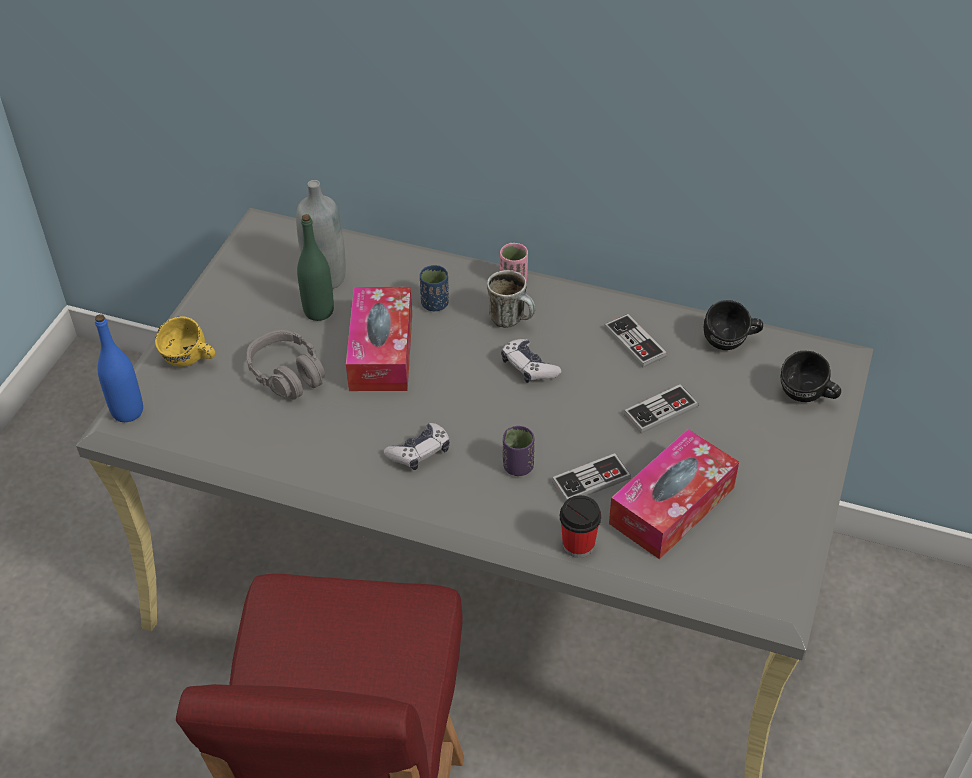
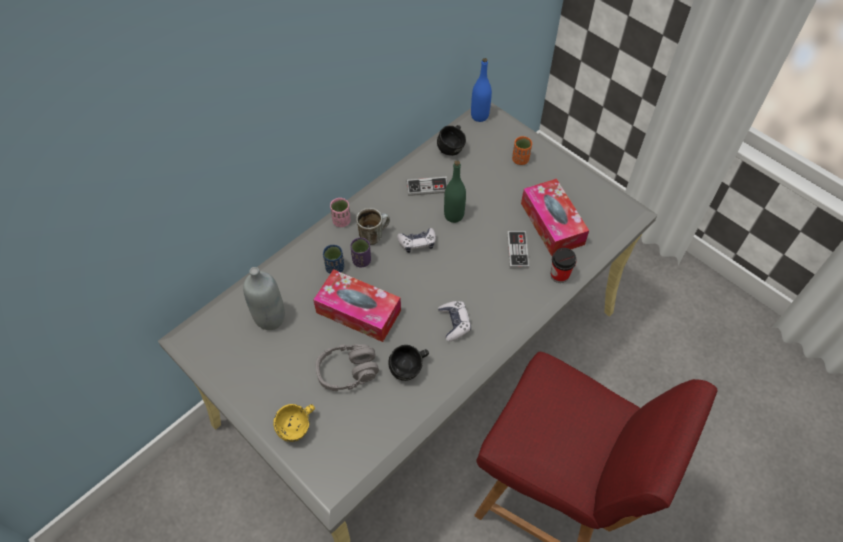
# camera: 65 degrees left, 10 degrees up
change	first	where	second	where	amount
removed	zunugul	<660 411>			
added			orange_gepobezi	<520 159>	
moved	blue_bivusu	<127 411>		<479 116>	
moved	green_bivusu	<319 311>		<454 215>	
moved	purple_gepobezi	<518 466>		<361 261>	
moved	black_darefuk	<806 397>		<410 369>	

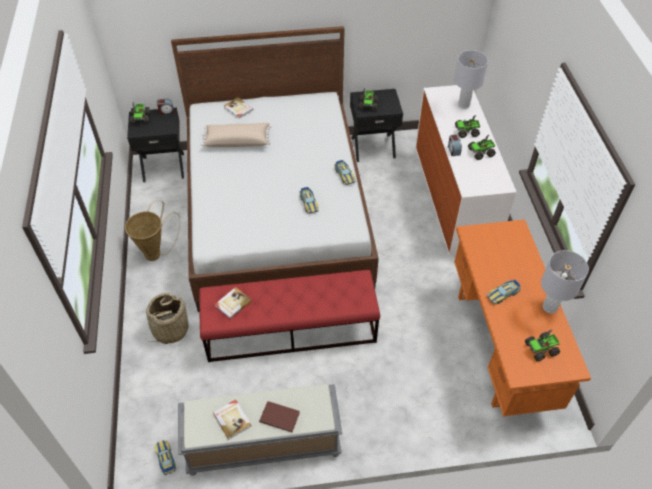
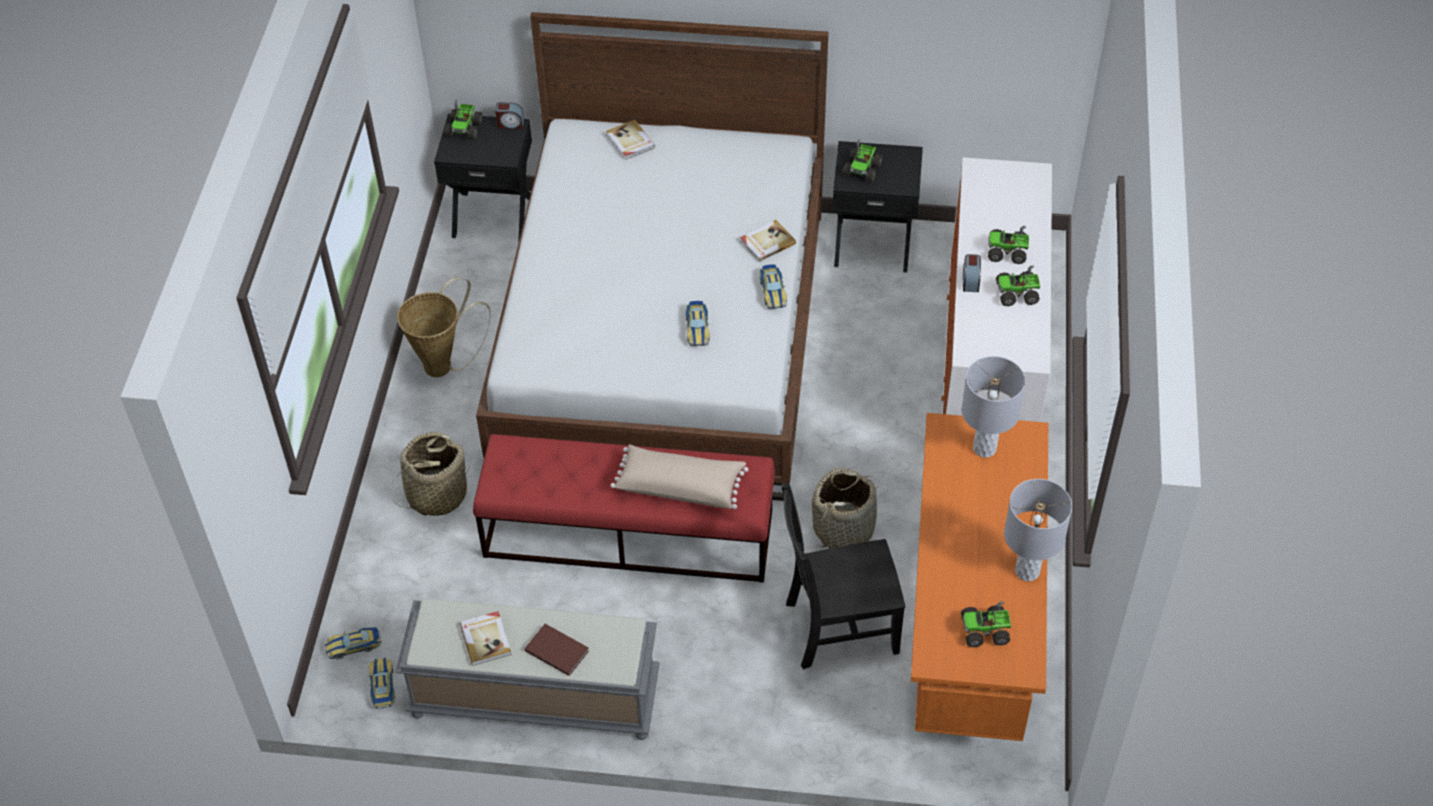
# camera: 15 degrees right, 0 degrees up
change	first	where	second	where	amount
added			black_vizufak	<837 627>	
added			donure	<844 528>	
moved	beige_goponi	<237 141>		<680 485>	
moved	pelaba	<232 303>		<767 242>	
moved	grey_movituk	<464 104>		<985 448>	
moved	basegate	<503 294>		<353 646>	

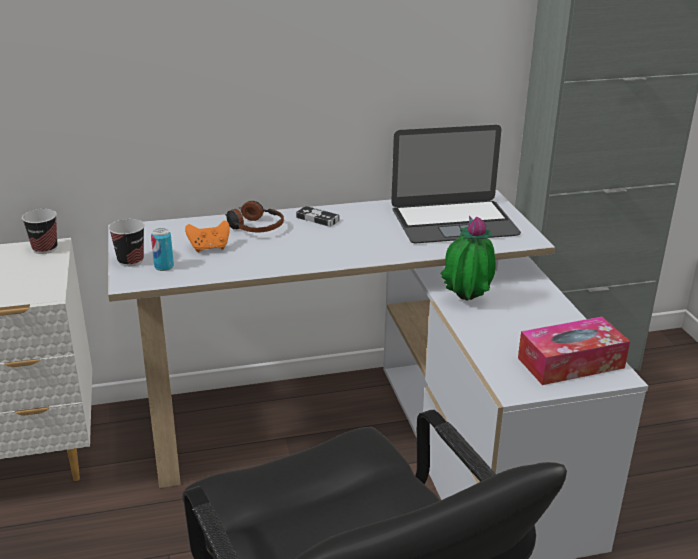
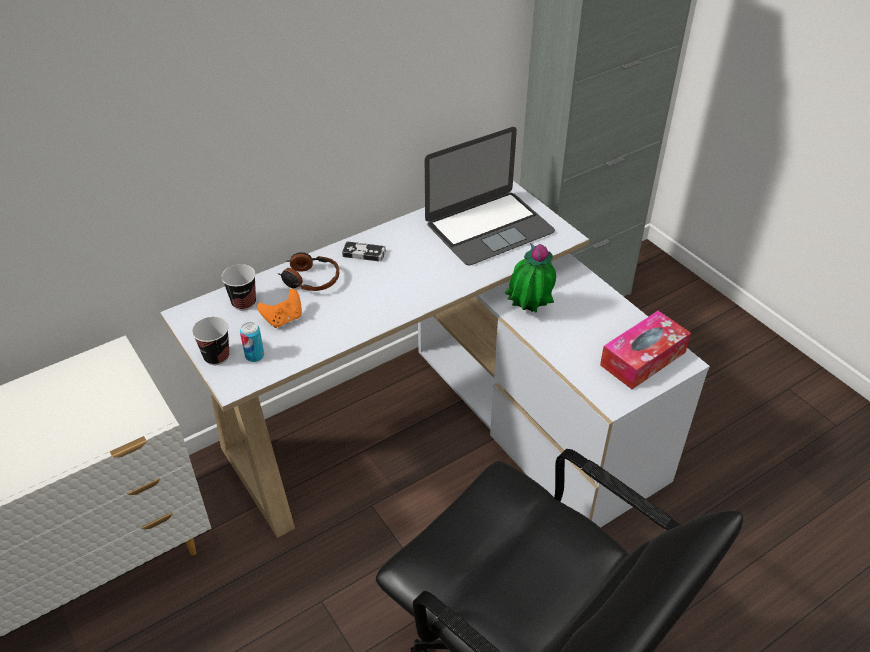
# camera: 20 degrees left, 15 degrees up
change	first	where	second	where	amount
moved	gepobezi	<45 248>		<244 303>	

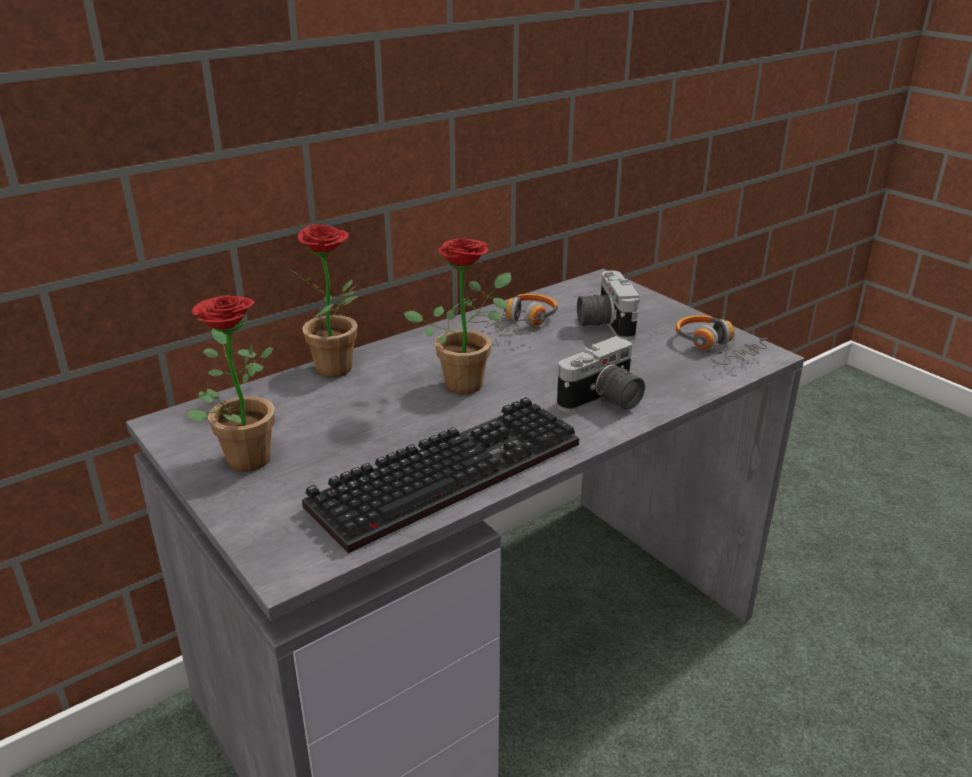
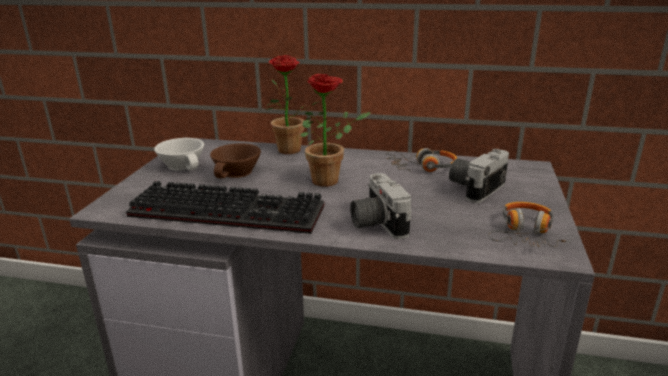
# camera: 50 degrees right, 5 degrees down
change	first	where	second	where	amount
added			brown_gepobezi	<238 173>	
replaced	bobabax	<243 455>	white_gepobezi	<184 165>	
turned	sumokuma	<604 402>		<375 223>	60 degrees clockwise

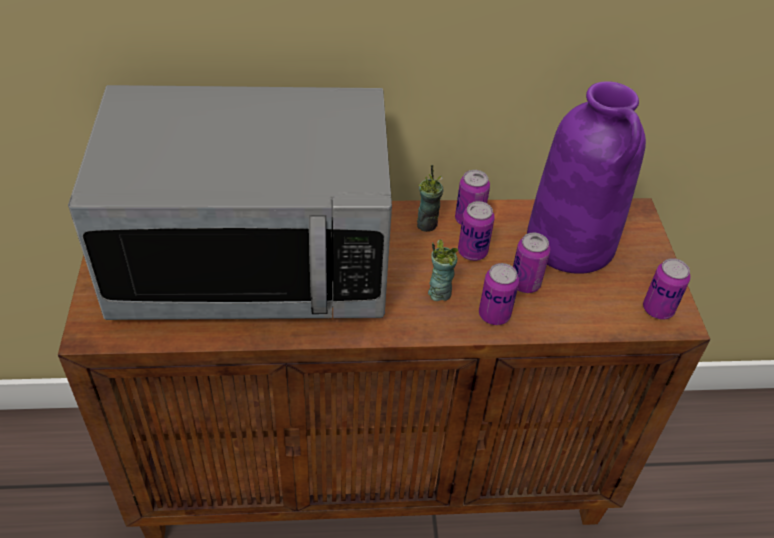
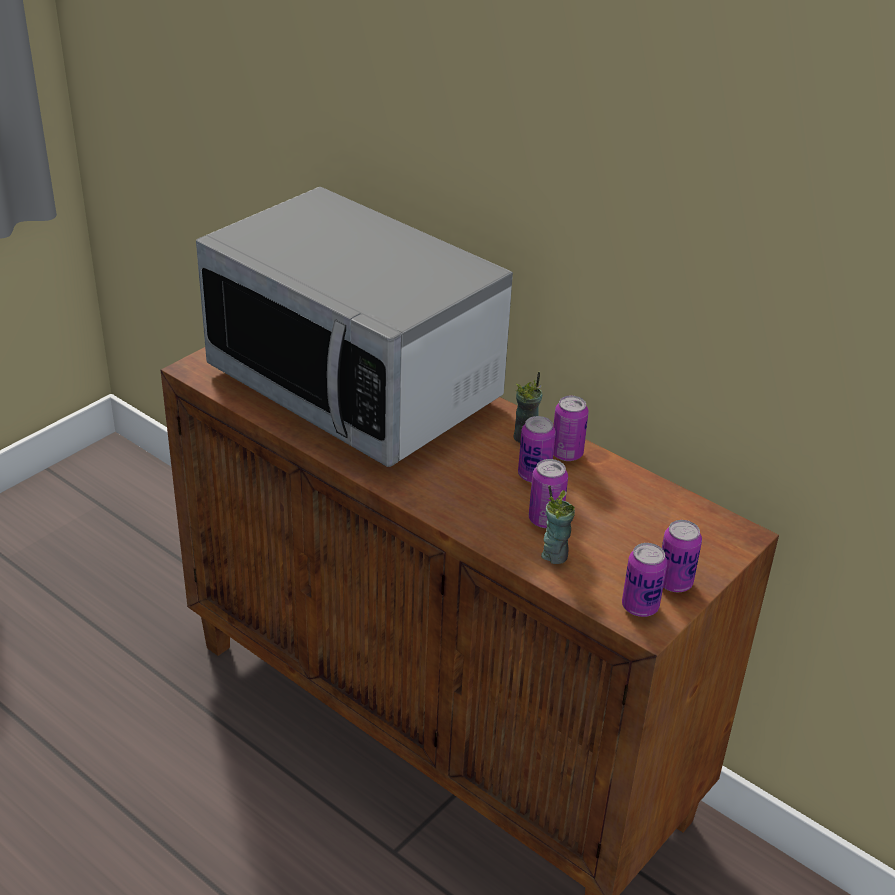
# camera: 45 degrees right, 10 degrees down
change	first	where	second	where	amount
removed	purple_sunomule	<572 243>			
moved	gepobezi	<439 292>		<555 555>	
moved	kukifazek	<494 315>		<674 582>	

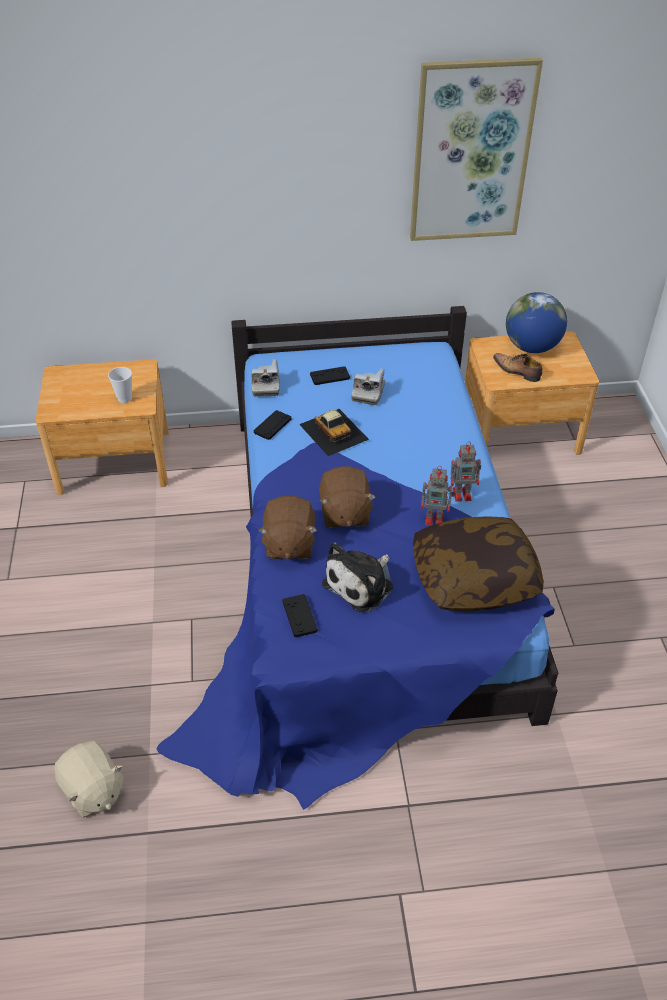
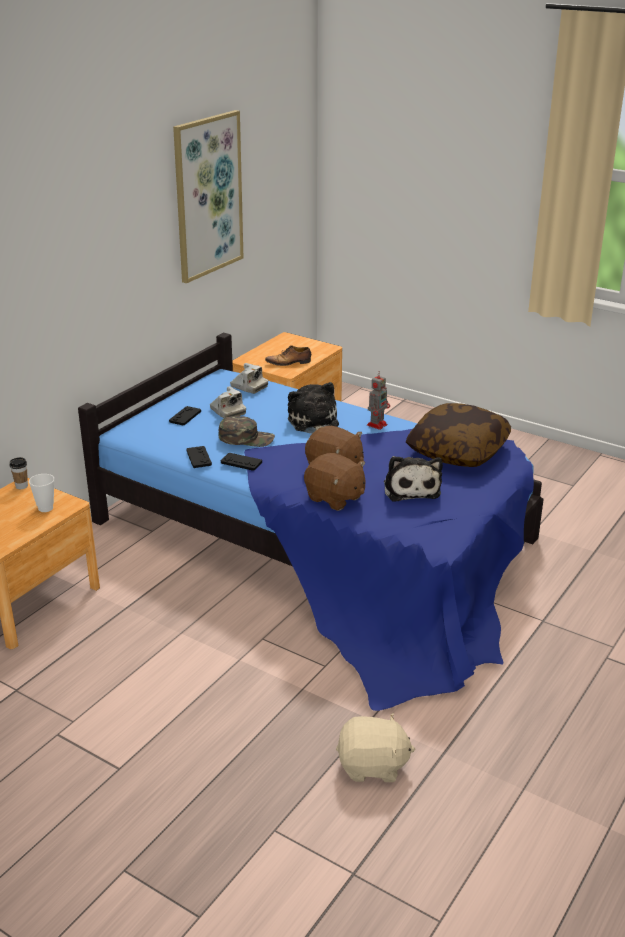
# camera: 50 degrees left, 15 degrees down
change	first	where	second	where	amount
removed	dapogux	<435 519>			
removed	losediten	<532 347>			
added			gepobezi	<21 486>	
added			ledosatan	<314 423>	
moved	sumokuma	<265 386>		<249 387>	
moved	black_zunugul	<299 616>		<241 462>	
replaced	basegate	<333 431>	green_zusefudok	<246 438>	

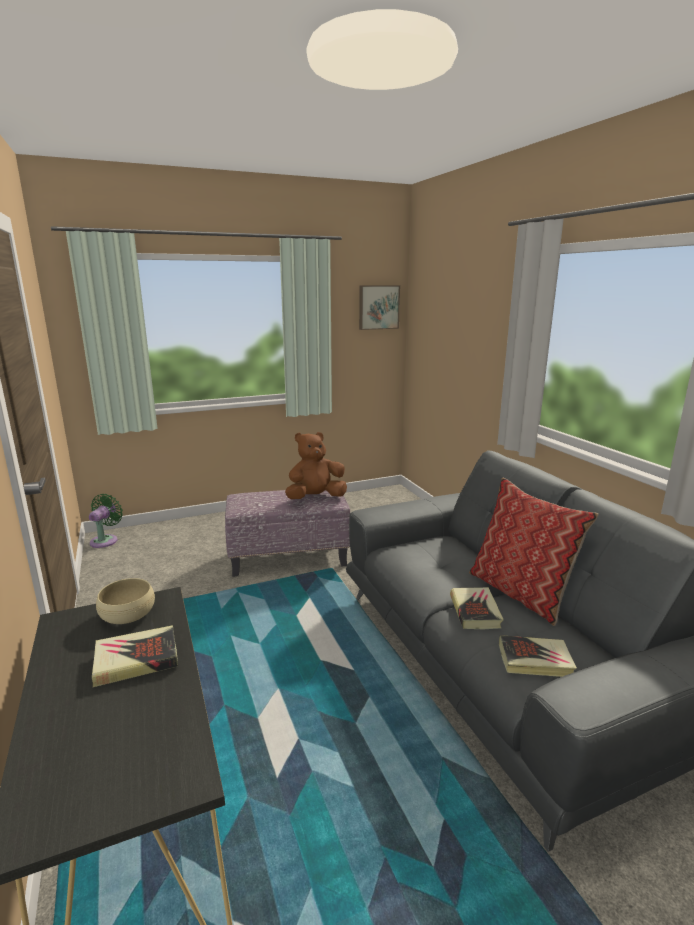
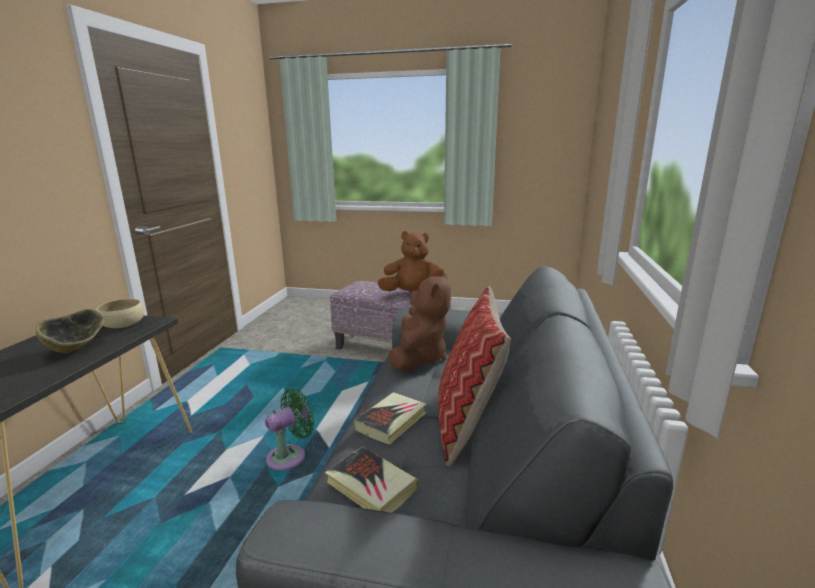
# camera: 35 degrees right, 0 degrees up
change	first	where	second	where	amount
removed	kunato	<378 307>			
added			brown_ledosatan	<419 357>	
moved	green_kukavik	<106 540>		<290 456>	
replaced	pelaba	<136 660>	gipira	<76 349>	

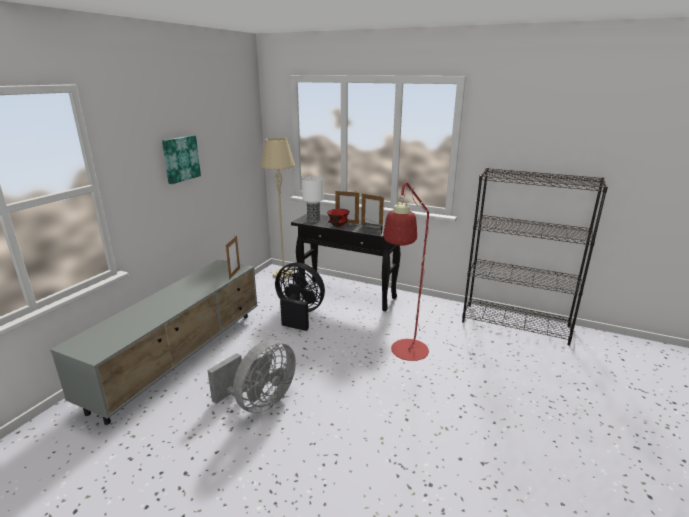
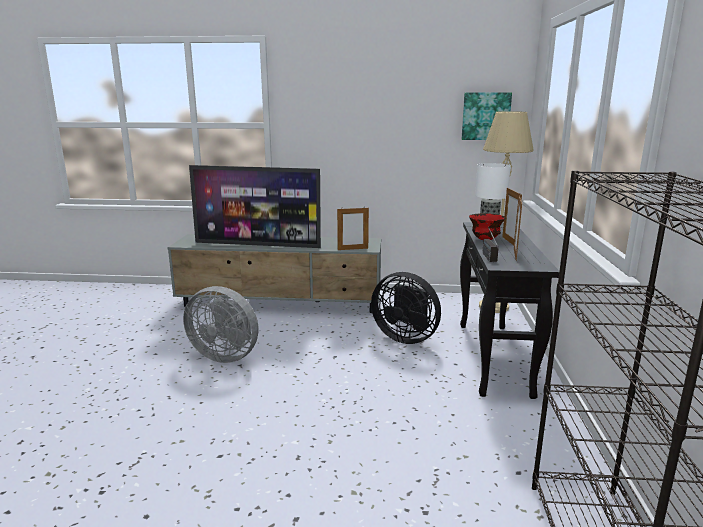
# camera: 70 degrees right, 5 degrees down
change	first	where	second	where	amount
removed	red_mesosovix	<407 355>			
added			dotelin	<258 245>	
moved	kunato	<180 159>		<485 116>	
turned	black_kukavik	<299 314>		<405 337>	120 degrees clockwise

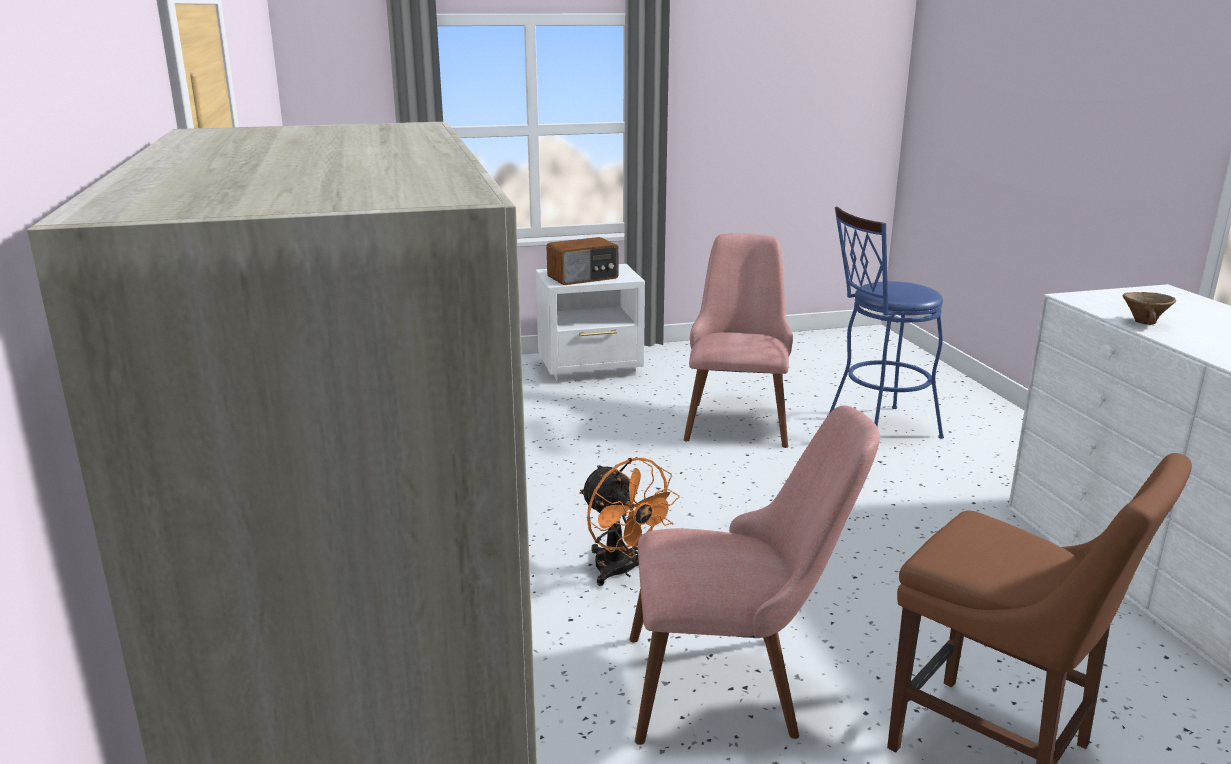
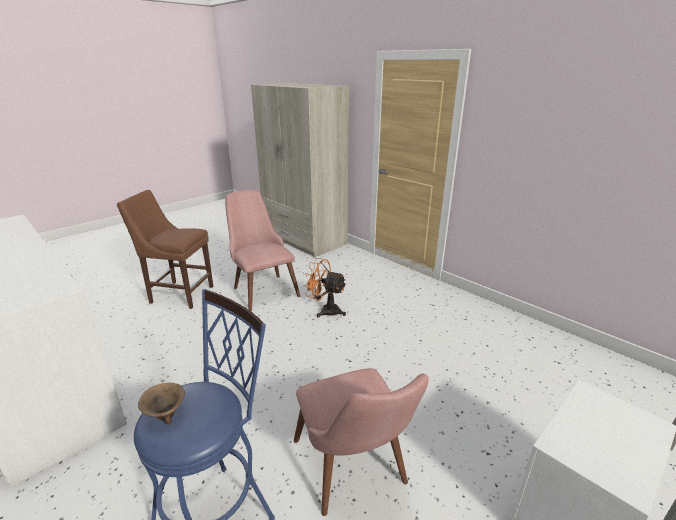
# camera: 150 degrees right, 5 degrees up
change	first	where	second	where	amount
removed	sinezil	<583 277>			
moved	brown_gipira	<1144 323>		<165 414>	
turned	pink_vizufak	<736 684>		<262 288>	90 degrees clockwise

